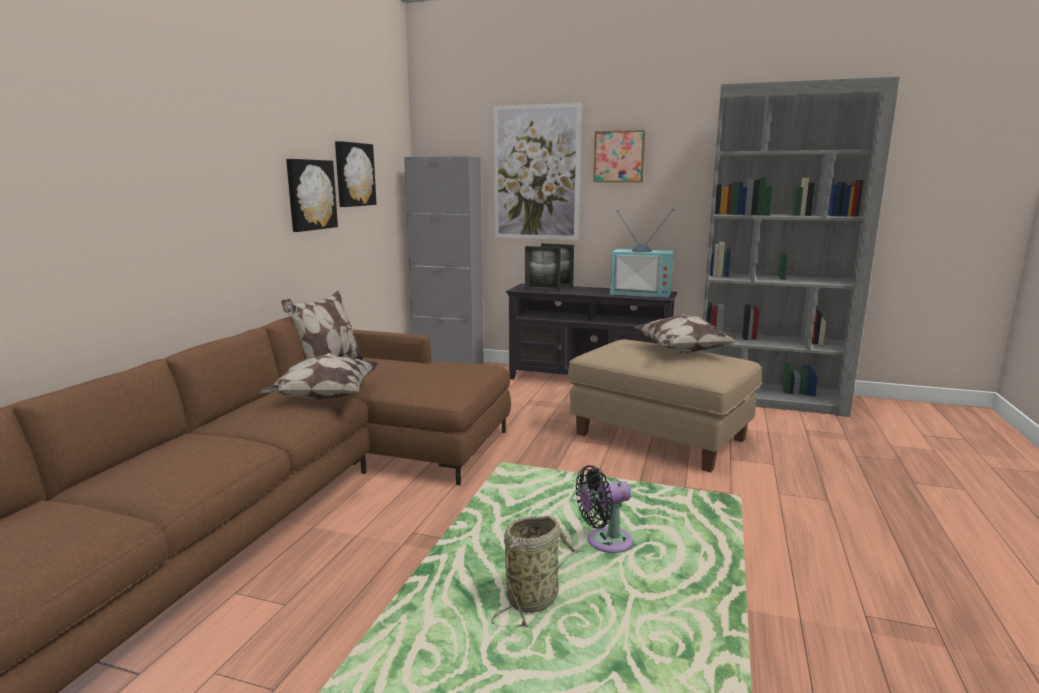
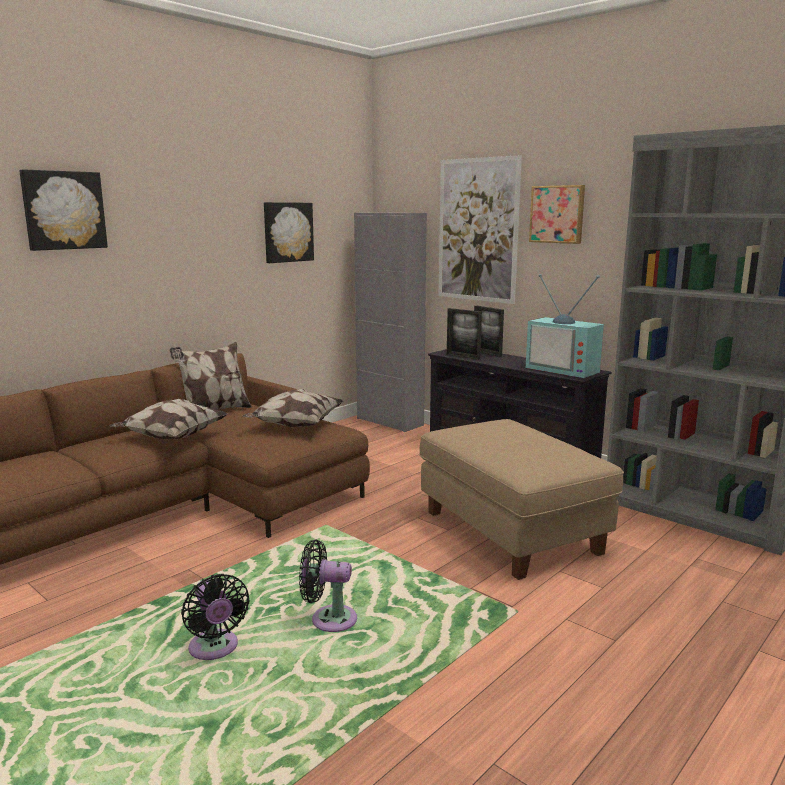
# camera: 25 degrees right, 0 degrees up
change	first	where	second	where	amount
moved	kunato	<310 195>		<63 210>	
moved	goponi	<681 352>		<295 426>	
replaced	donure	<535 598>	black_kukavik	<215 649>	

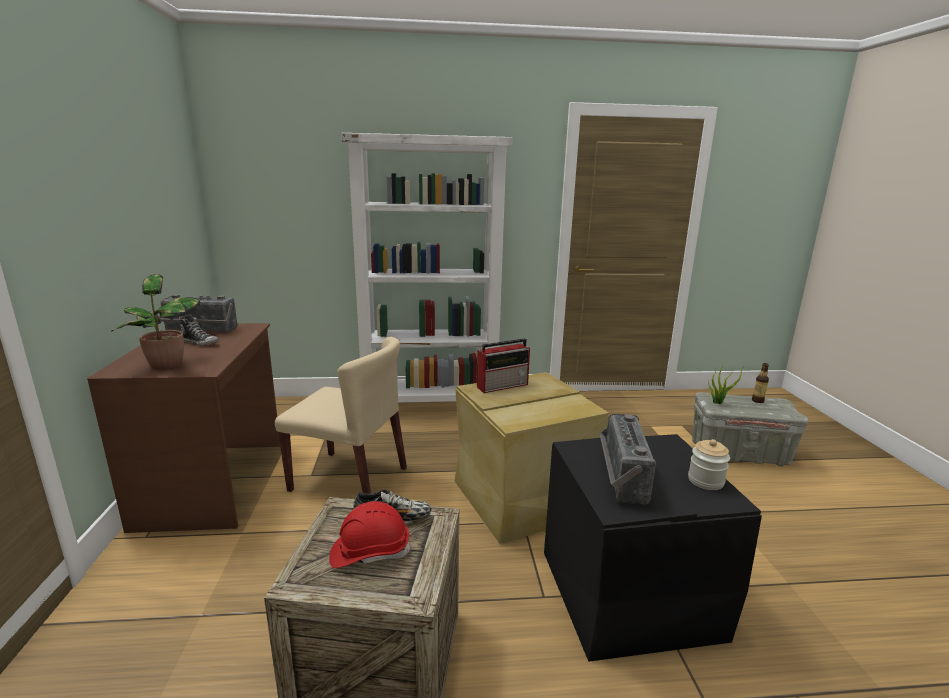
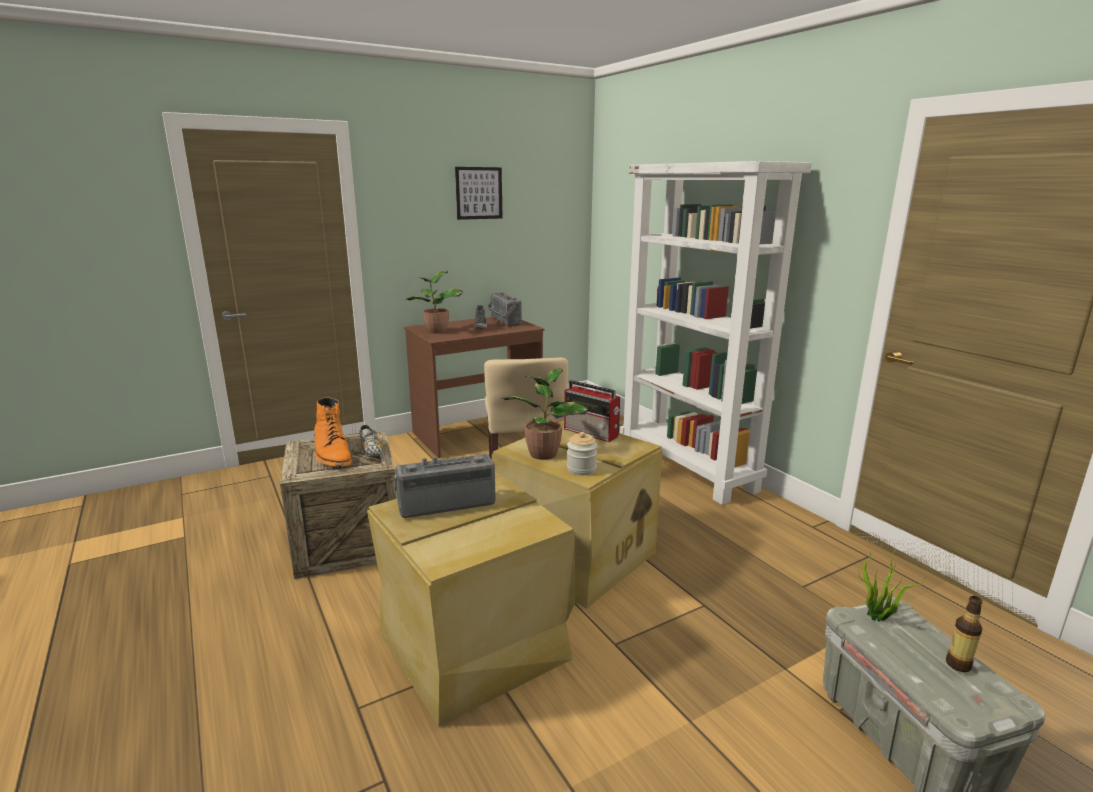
# camera: 65 degrees right, 0 degrees up
change	first	where	second	where	amount
added			kunato	<479 193>	
added			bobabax	<544 453>	
moved	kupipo	<705 481>		<581 469>	
replaced	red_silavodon	<370 552>	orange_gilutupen	<332 454>	
recoloured	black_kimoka	<630 591>	beige_kimoka	<476 646>	

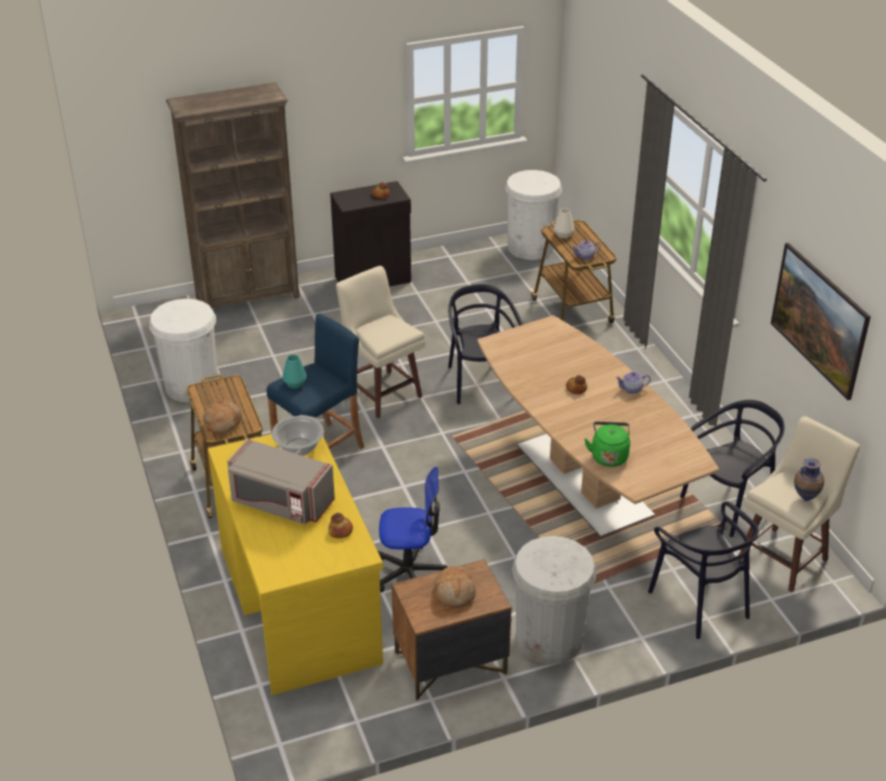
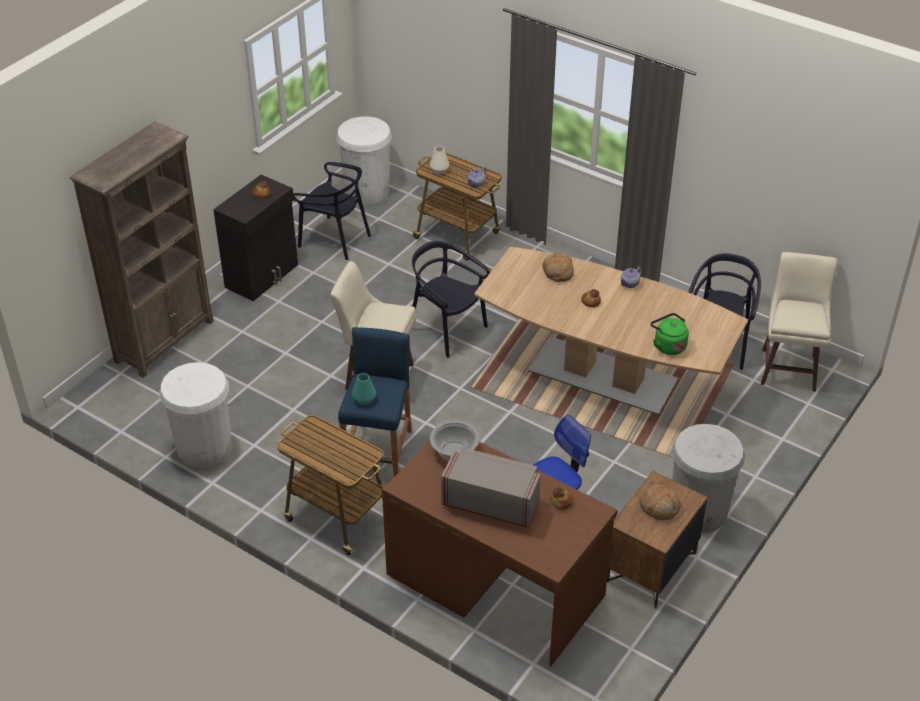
# camera: 35 degrees left, 5 degrees up
change	first	where	second	where	amount
removed	kunato	<814 339>			
removed	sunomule	<805 498>			
moved	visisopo	<222 422>		<557 272>	
moved	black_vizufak	<700 602>		<334 239>	
recoloured	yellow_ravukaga	<300 602>	brown_ravukaga	<495 583>	
turned	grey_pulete	<281 502>		<491 503>	150 degrees counterclockwise

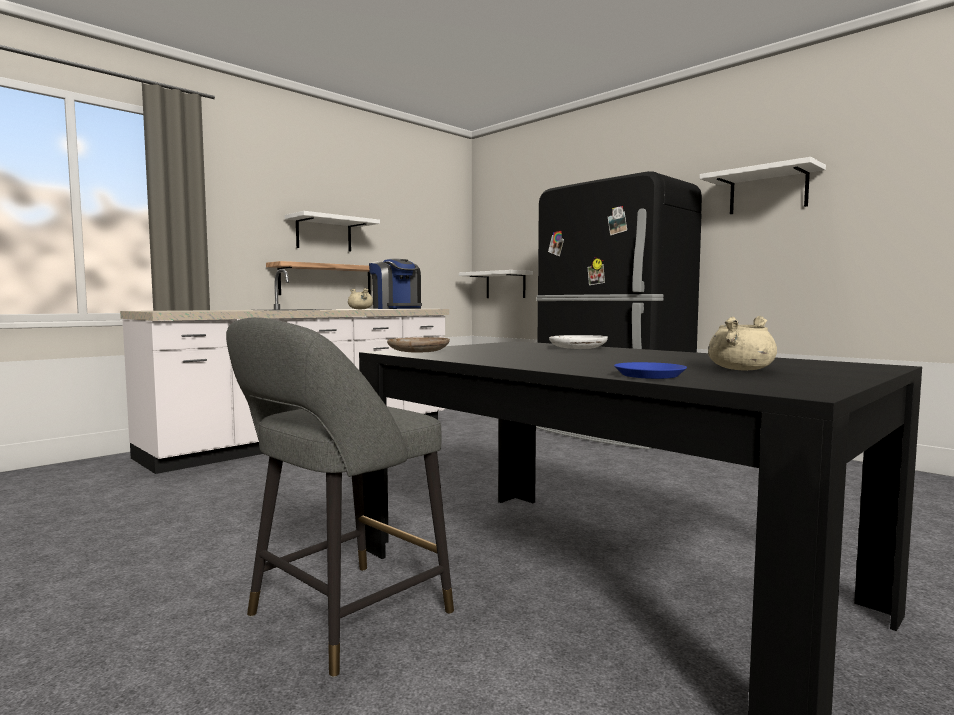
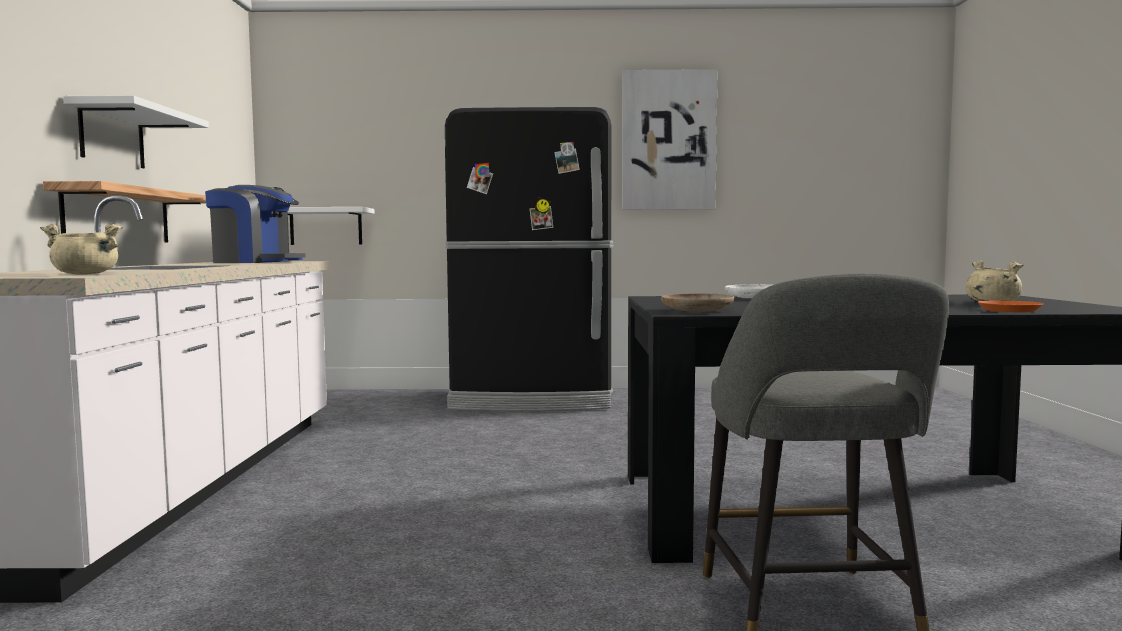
# camera: 45 degrees left, 0 degrees up
change	first	where	second	where	amount
moved	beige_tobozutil	<360 309>		<86 274>	
replaced	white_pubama	<768 191>	kunato	<668 141>	
recoloured	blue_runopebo	<650 375>	orange_runopebo	<1009 310>	

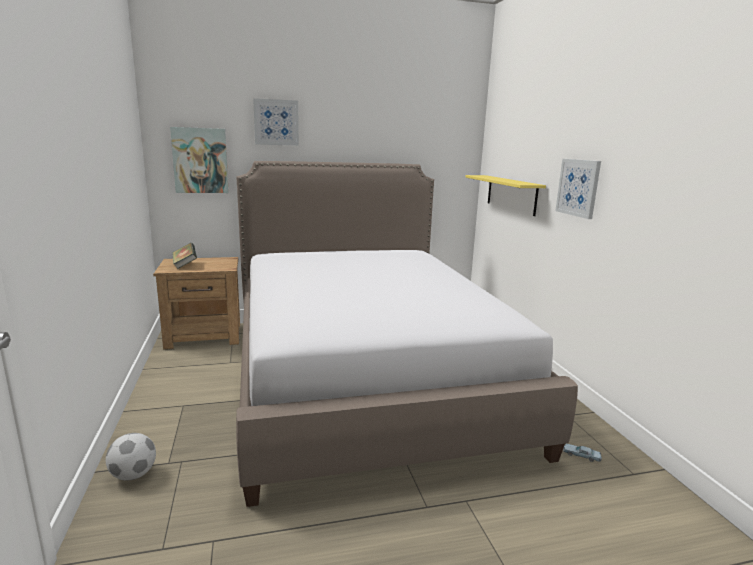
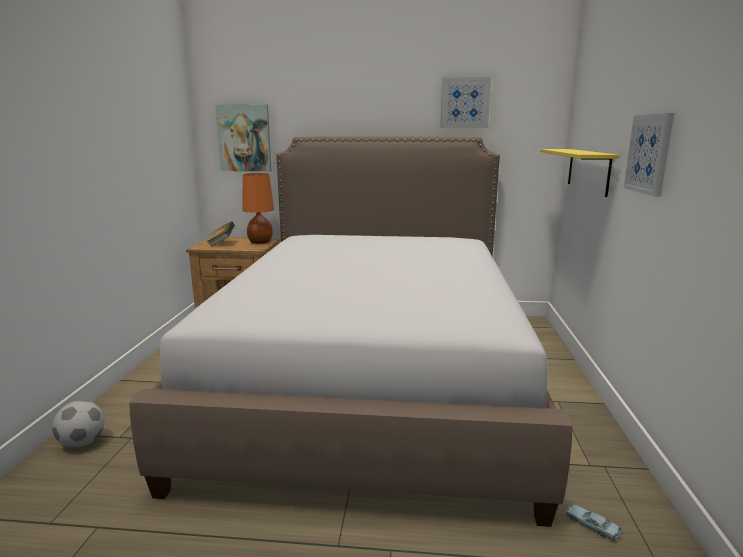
# camera: 20 degrees right, 0 degrees up
change	first	where	second	where	amount
added			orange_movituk	<260 242>	
moved	kunato	<276 122>		<465 103>	

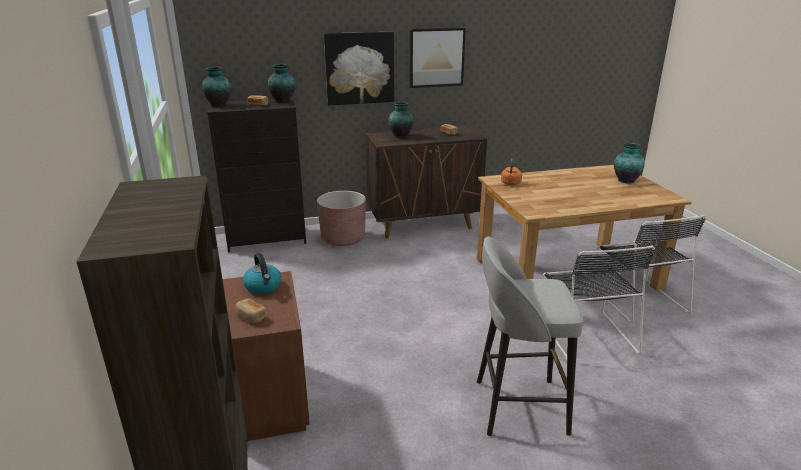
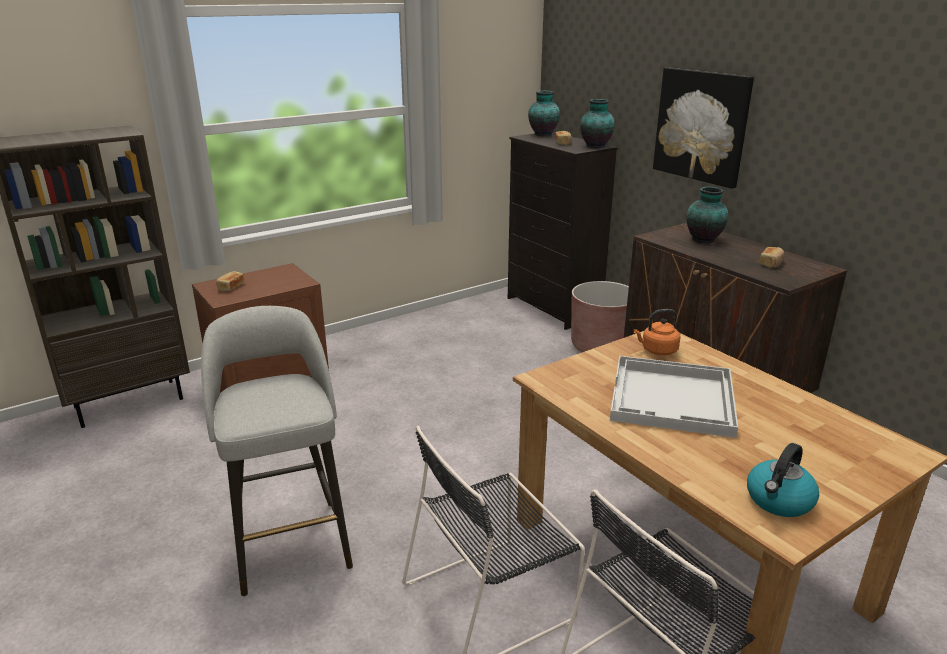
# camera: 70 degrees right, 0 degrees up
change	first	where	second	where	amount
removed	kunato	<436 57>			
removed	sunomule	<625 181>			
added			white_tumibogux	<673 399>	
moved	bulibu	<263 286>		<779 501>	

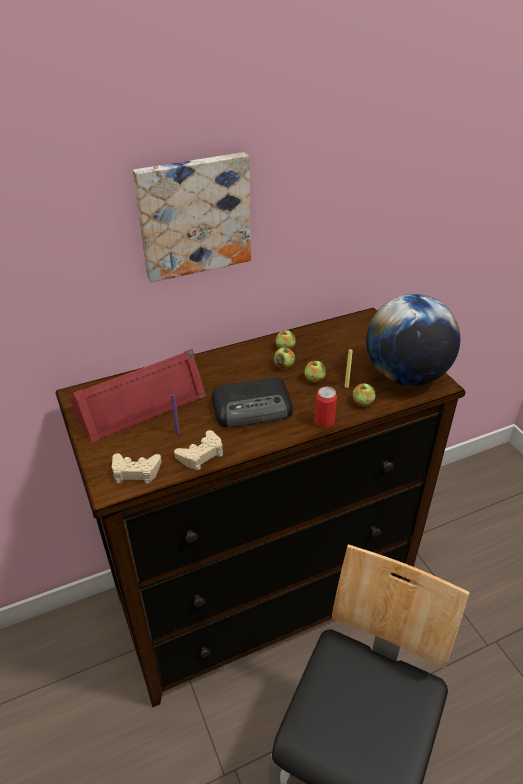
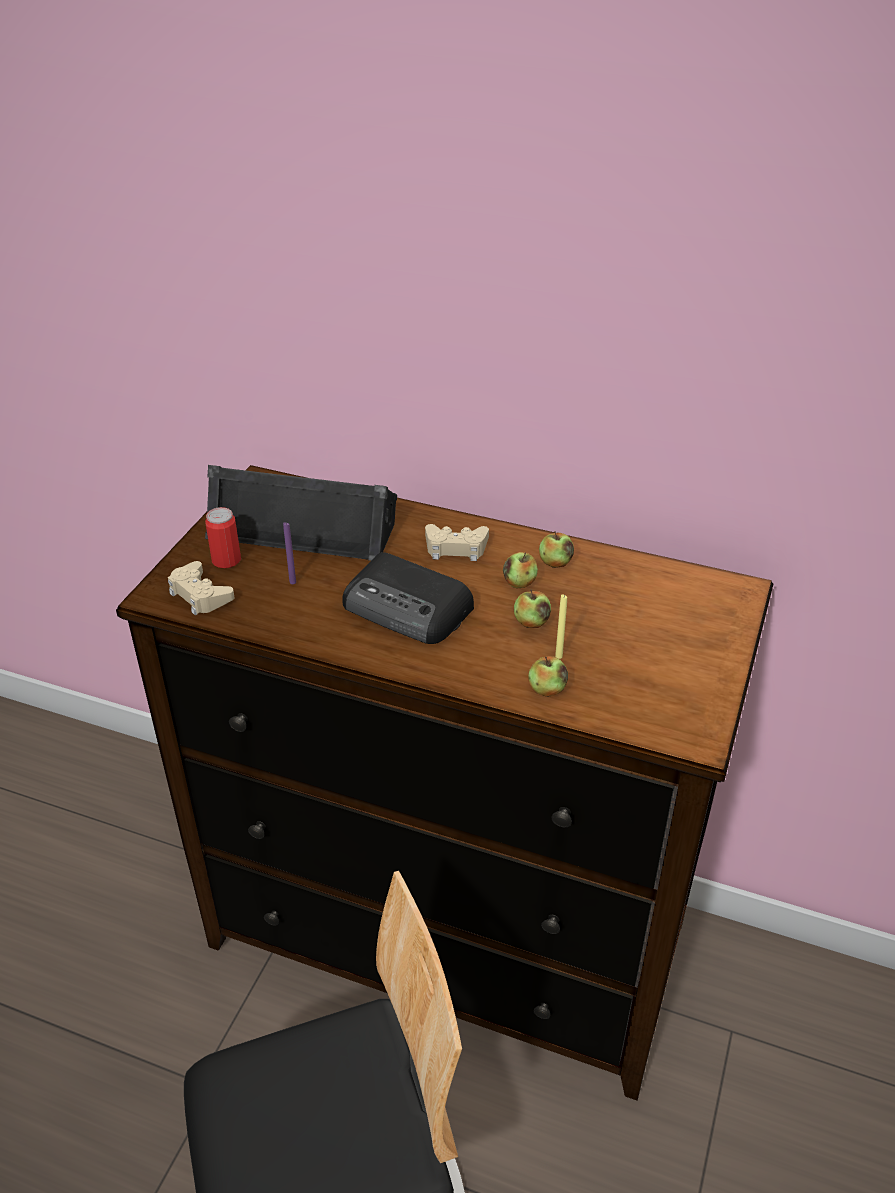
# camera: 45 degrees right, 0 degrees up
change	first	where	second	where	amount
removed	kunato	<194 216>			
removed	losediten	<405 376>			
moved	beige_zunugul	<201 454>		<456 548>	
moved	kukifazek	<324 421>		<226 560>	
recoloured	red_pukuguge	<139 402>	black_pukuguge	<303 526>	

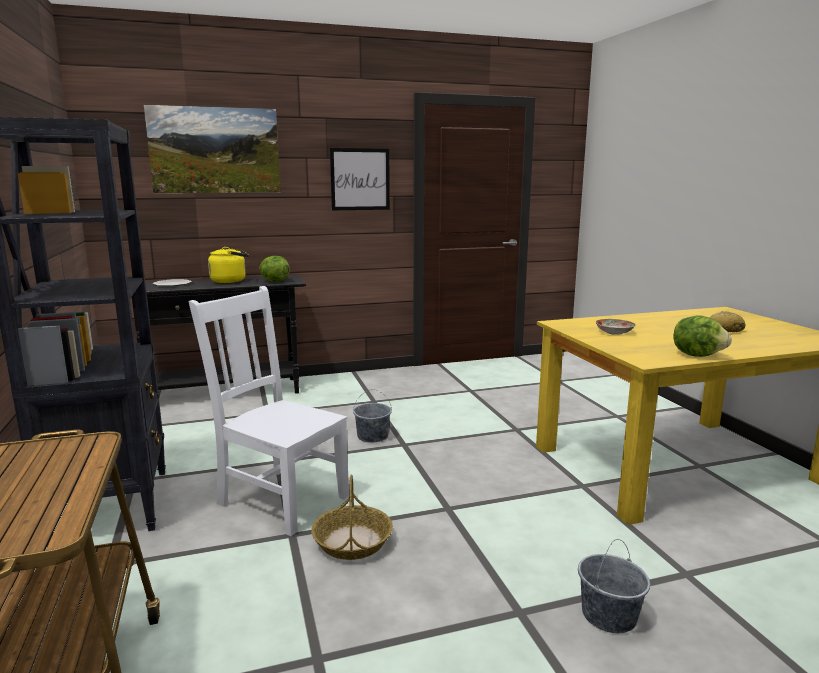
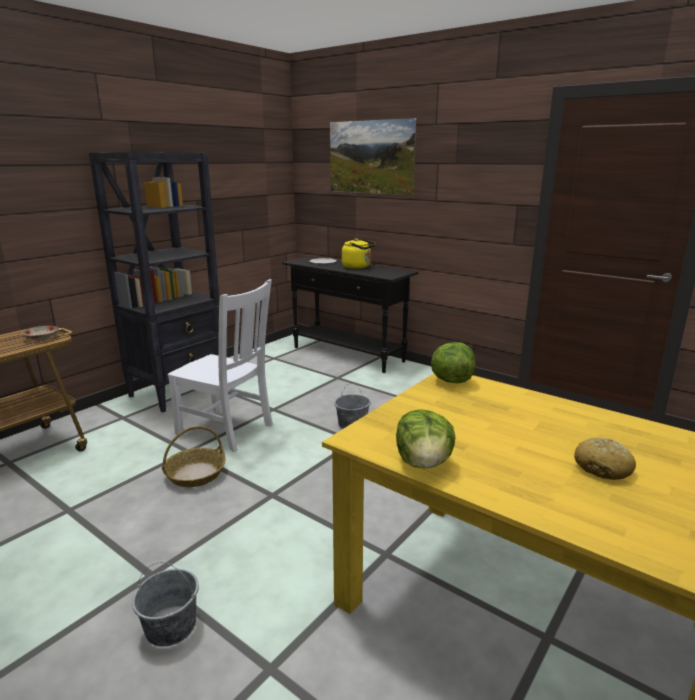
# camera: 55 degrees right, 5 degrees up
change	first	where	second	where	amount
removed	kunato	<360 179>			
moved	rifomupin	<274 281>		<451 380>	
moved	runopebo	<614 332>		<41 338>	
turned	white_vizufak	<280 498>		<227 430>	120 degrees clockwise

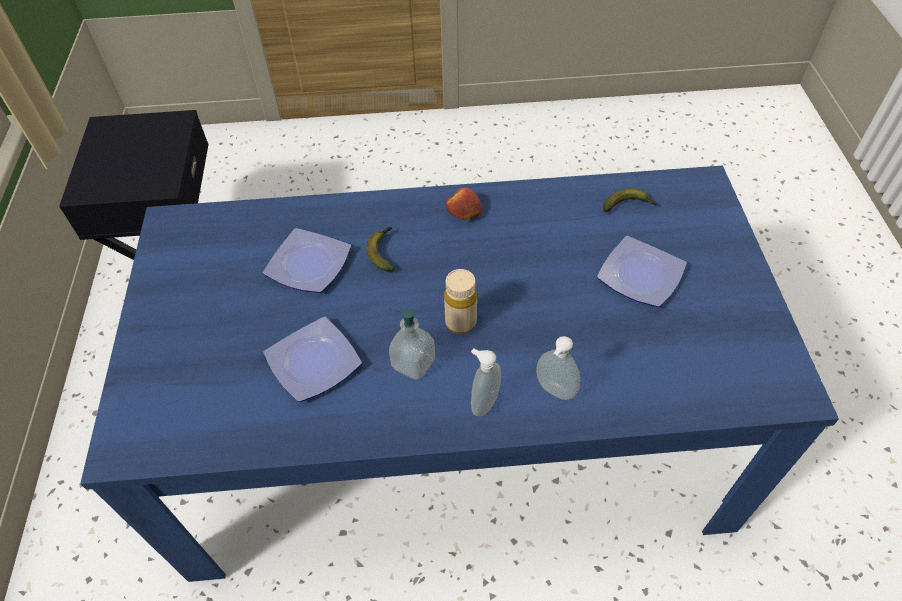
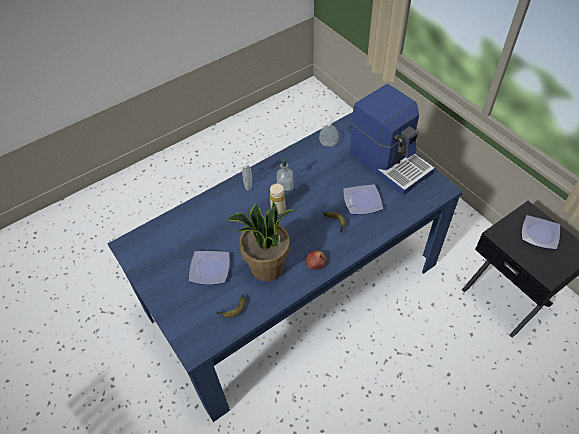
# camera: 150 degrees right, 0 degrees up
change	first	where	second	where	amount
added			bobabax	<267 268>	
added			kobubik	<390 162>	
moved	runopebo	<313 364>		<539 233>	
moved	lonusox	<554 391>		<328 143>	

